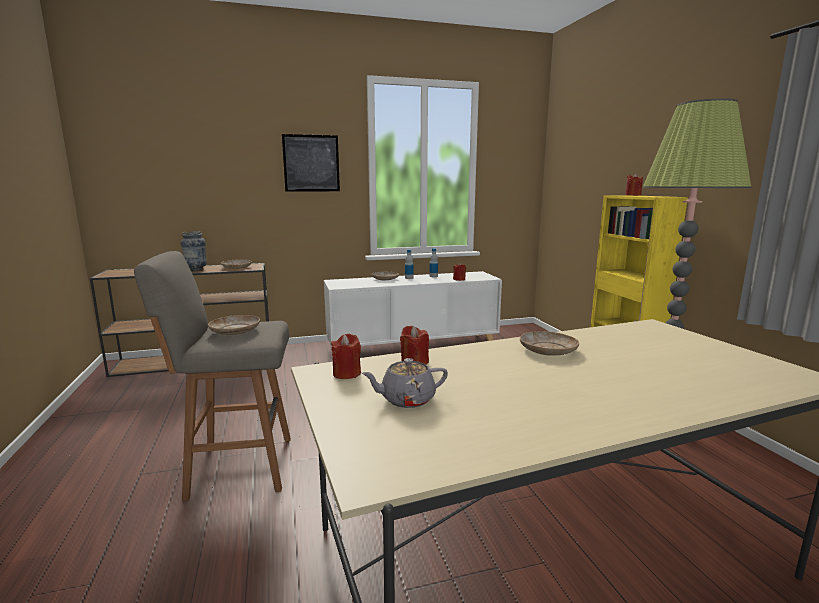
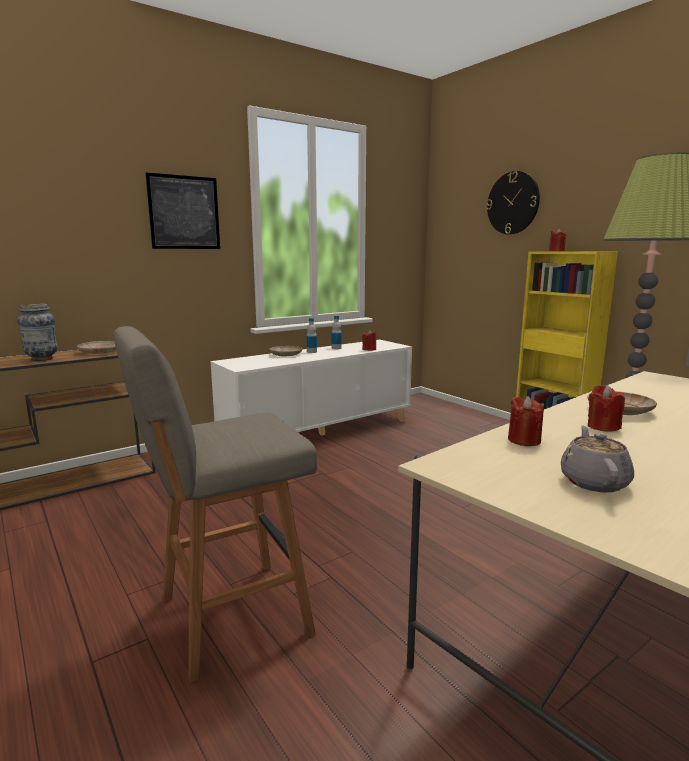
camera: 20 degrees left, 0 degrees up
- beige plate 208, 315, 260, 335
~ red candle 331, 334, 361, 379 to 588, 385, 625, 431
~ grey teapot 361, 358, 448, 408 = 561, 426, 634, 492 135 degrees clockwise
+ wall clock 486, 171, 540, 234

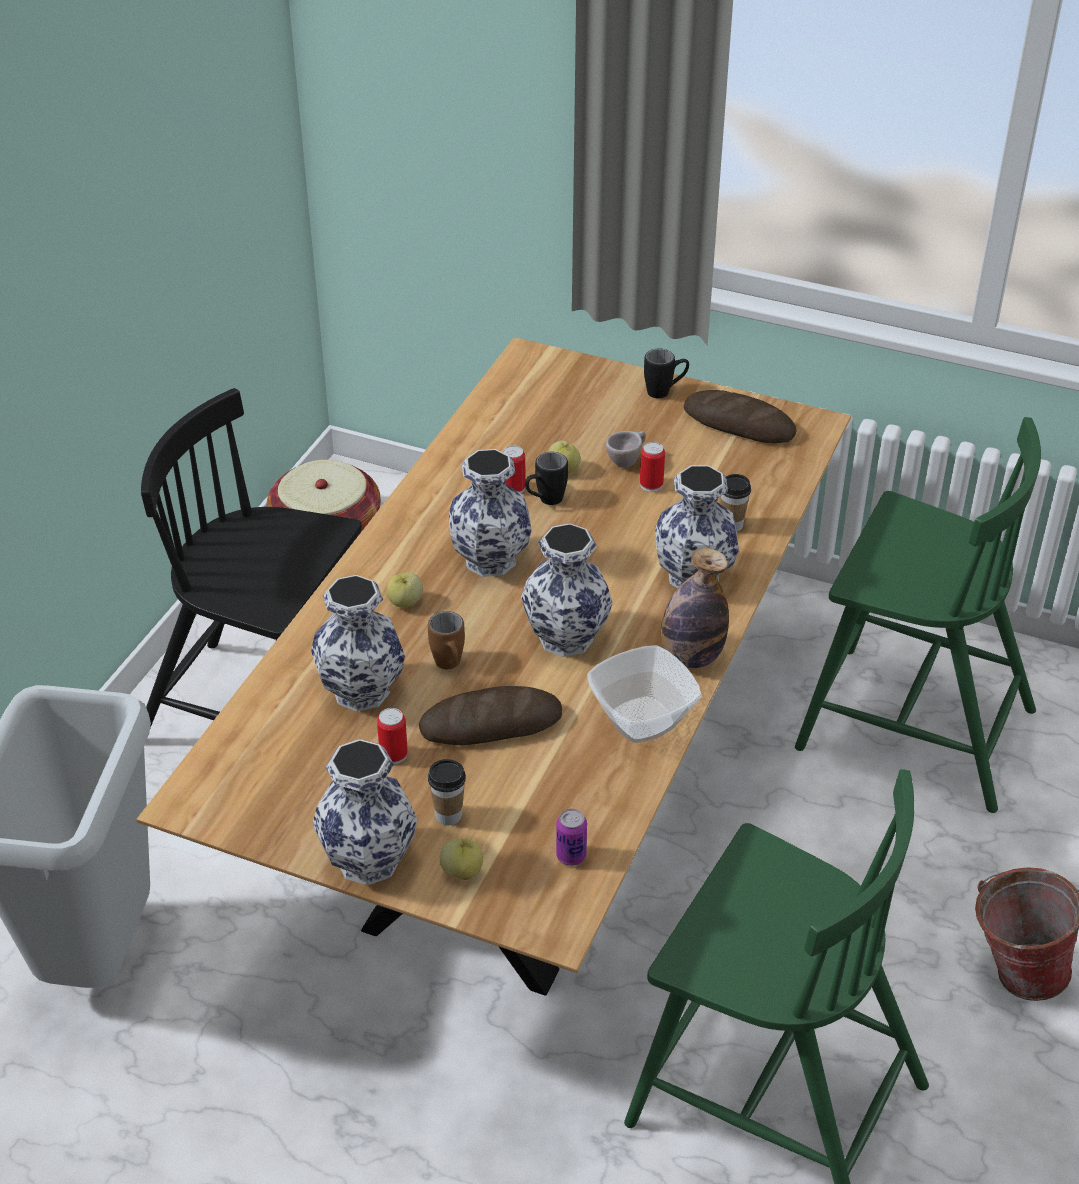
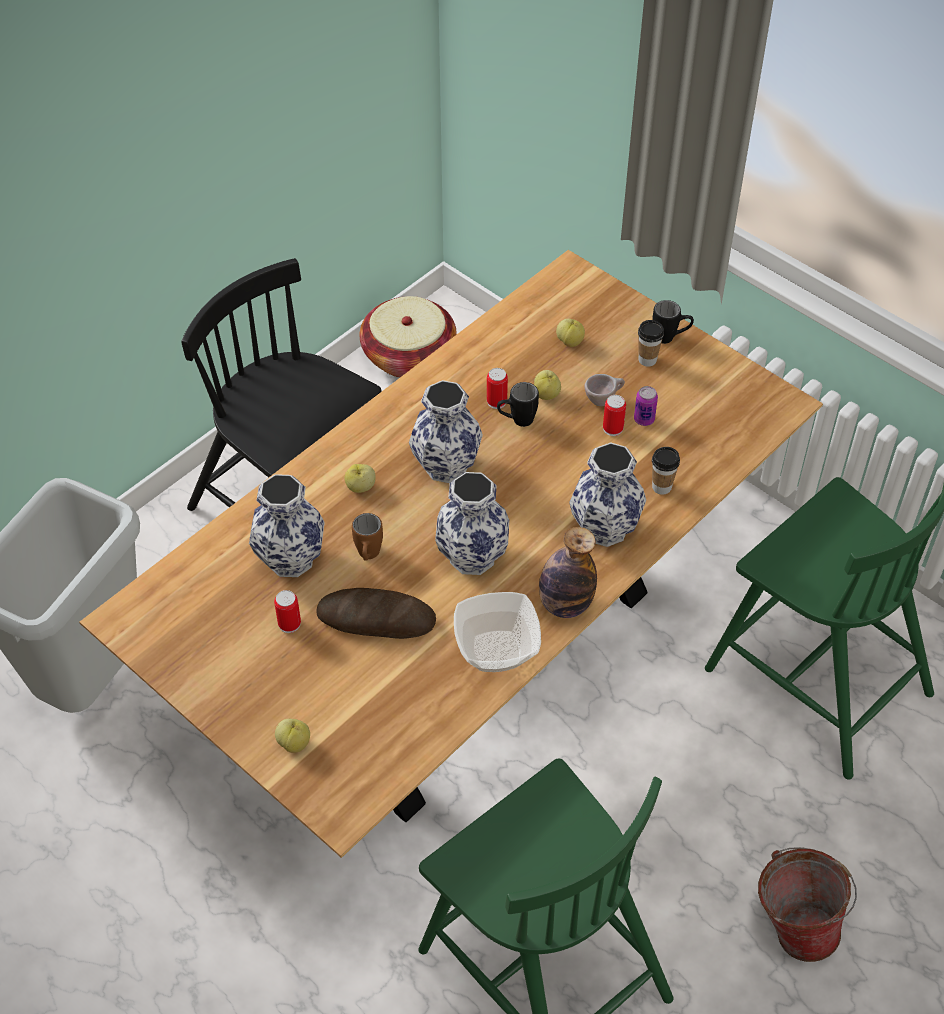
camera: 20 degrees right, 10 degrees up
- bread 684, 390, 797, 443
- vase 313, 739, 418, 885
~ cup 428, 759, 466, 825 to 638, 320, 664, 367
~ can 556, 809, 587, 866 to 634, 386, 658, 426
+ apple 556, 319, 585, 347

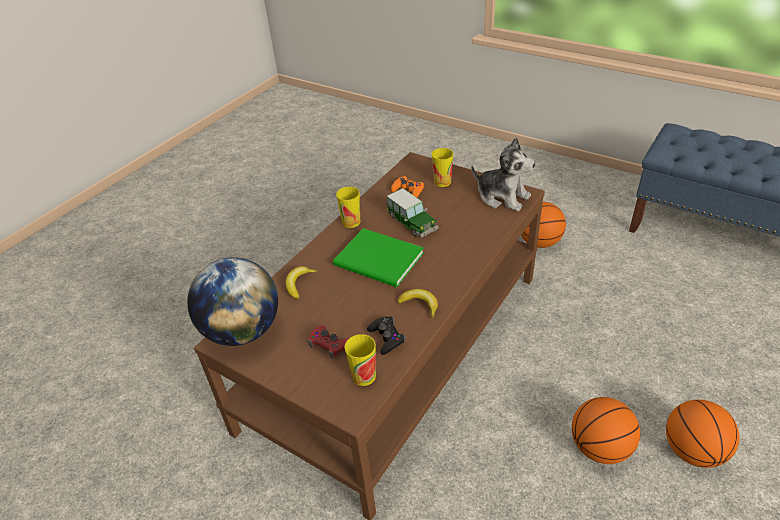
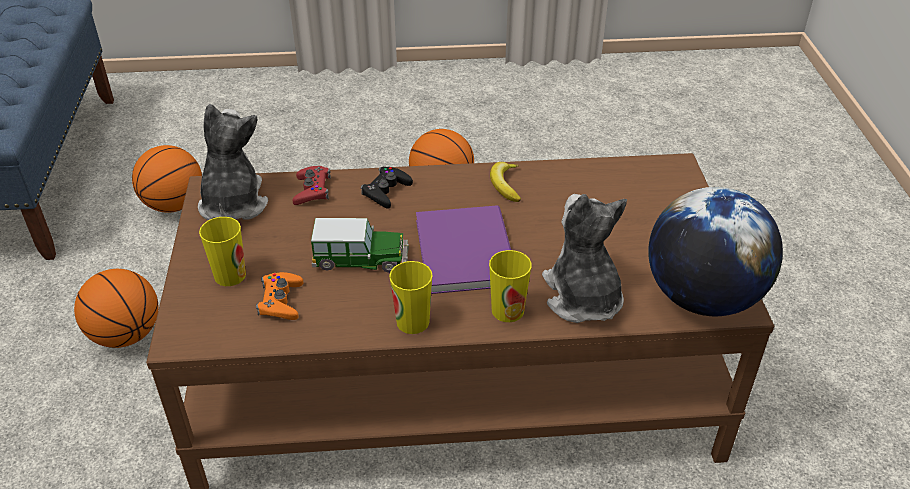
camera: 130 degrees left, 0 degrees up
~ toy car 386, 188, 439, 238 = 311, 218, 409, 273 75 degrees clockwise
~ green book 333, 228, 424, 287 to purple book 416, 205, 511, 294
~ banana 286, 266, 318, 299 to plush toy 542, 194, 627, 323
~ black game controller 367, 317, 406, 355 to 361, 167, 413, 209
~ red game controller 308, 325, 349, 358 to 292, 166, 331, 205
~ cup 344, 334, 376, 386 to 489, 250, 532, 322
~ basketball 666, 400, 739, 468 to 132, 145, 202, 213

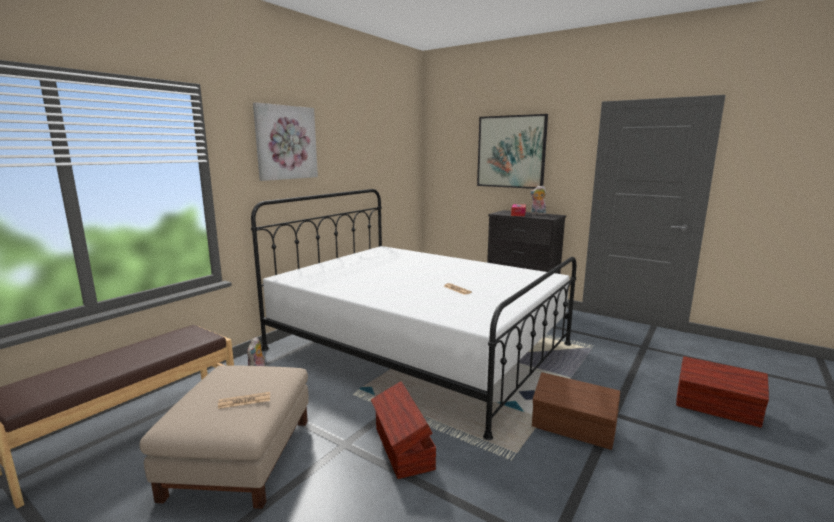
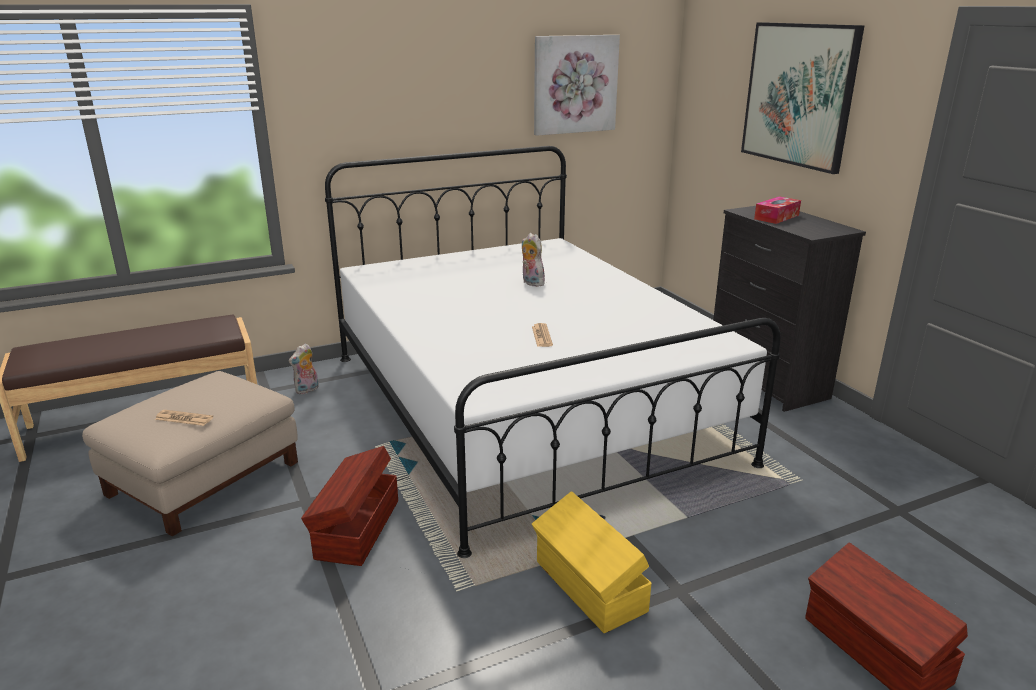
camera: 30 degrees right, 10 degrees up
~ picture 253, 102, 318, 181 to 534, 35, 620, 136
~ plush toy 530, 186, 547, 215 to 522, 233, 545, 287
~ brown storage box 532, 372, 620, 450 to yellow storage box 532, 491, 652, 633

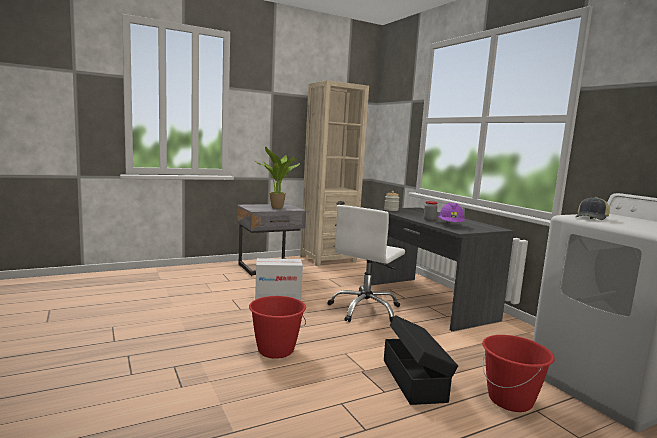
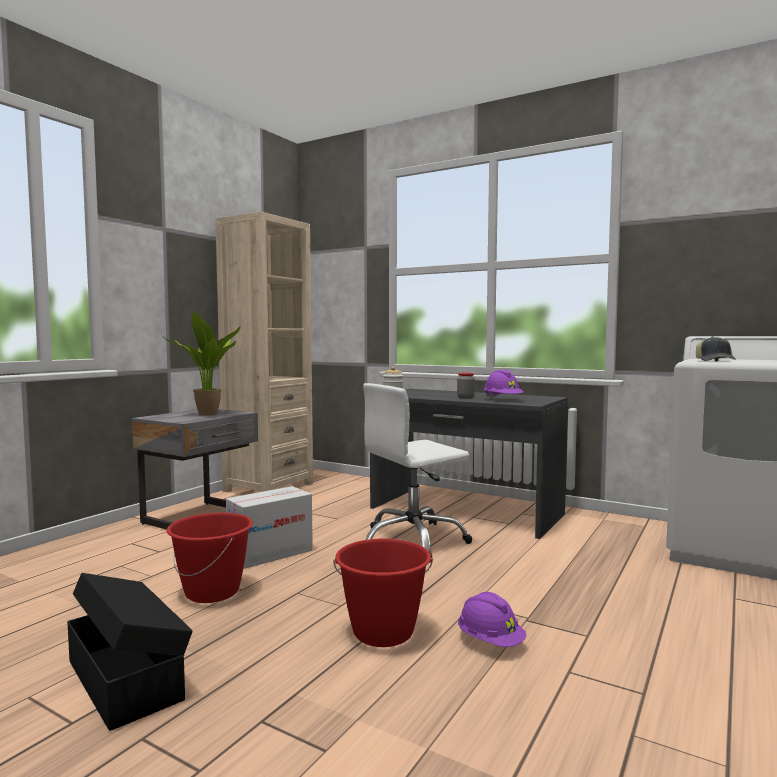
camera: 30 degrees left, 5 degrees down
~ white office chair 327, 205, 405, 322 = 363, 383, 472, 560 60 degrees clockwise
~ black storage box 384, 315, 458, 405 to 67, 573, 192, 731
~ red bucket 482, 335, 555, 412 to 166, 512, 253, 603
+ purple hard hat 458, 592, 526, 647

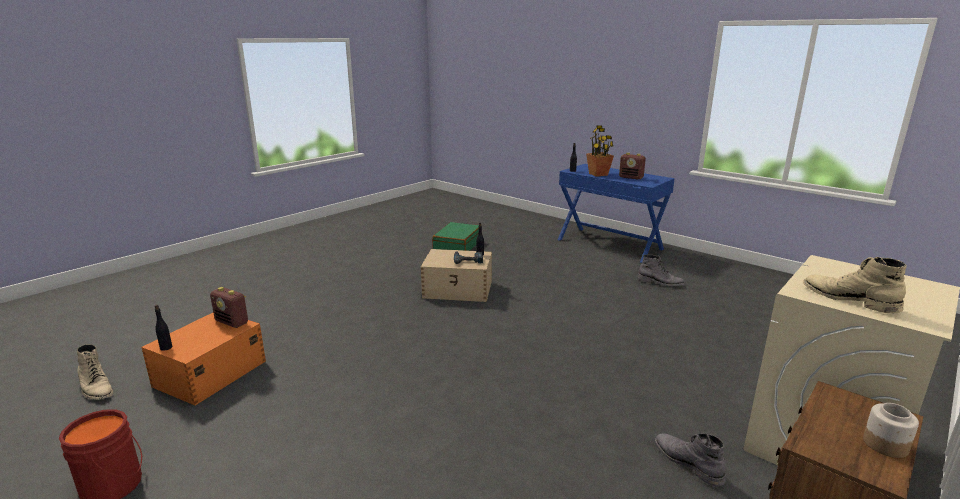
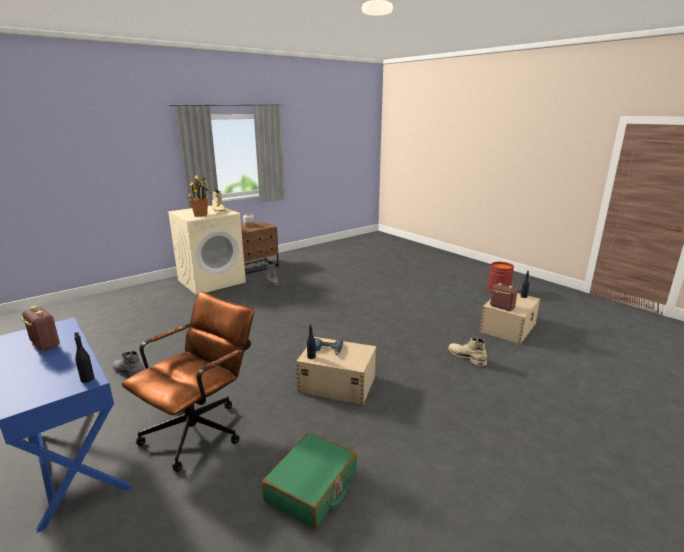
camera: 170 degrees left, 0 degrees up
~ potted plant 586, 126, 614, 177 to 188, 175, 208, 217
~ orange storage box 141, 313, 266, 405 to beige storage box 479, 293, 540, 344
~ beige boot 77, 344, 113, 400 to 448, 338, 487, 366
+ brown office chair 122, 291, 254, 472

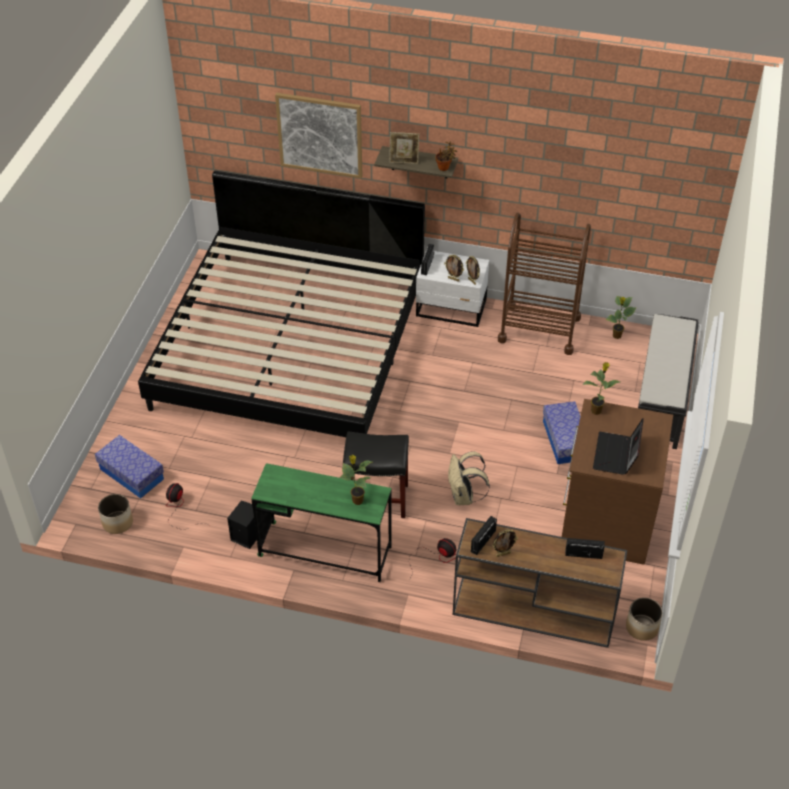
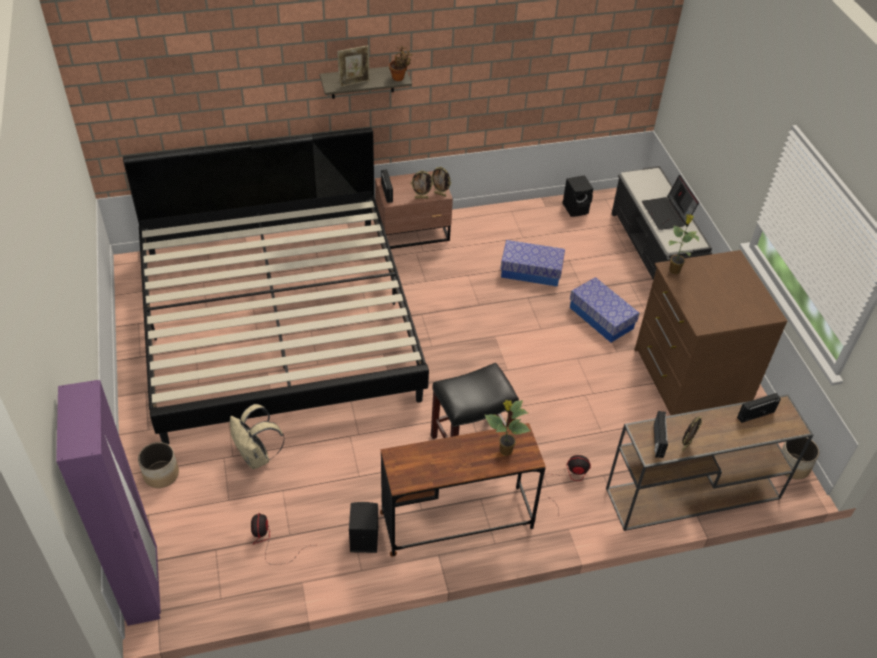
camera: 30 degrees left, 0 degrees up
- picture 275, 93, 362, 178
- brown cart 498, 213, 591, 355
~ white nightstand 416, 251, 489, 327 to brown nightstand 375, 171, 453, 249
~ potted plant 605, 296, 636, 339 to black speaker 563, 175, 593, 217
~ laptop 593, 418, 644, 475 to 642, 175, 699, 230
~ storage box 95, 435, 164, 499 to 500, 240, 565, 287
~ beige backpack 448, 451, 490, 505 to 230, 404, 284, 469
~ green desk 251, 463, 392, 582 to brown desk 380, 423, 546, 557
~ planter 98, 494, 133, 534 to 138, 442, 179, 488
+ purple wardrobe 56, 380, 161, 626

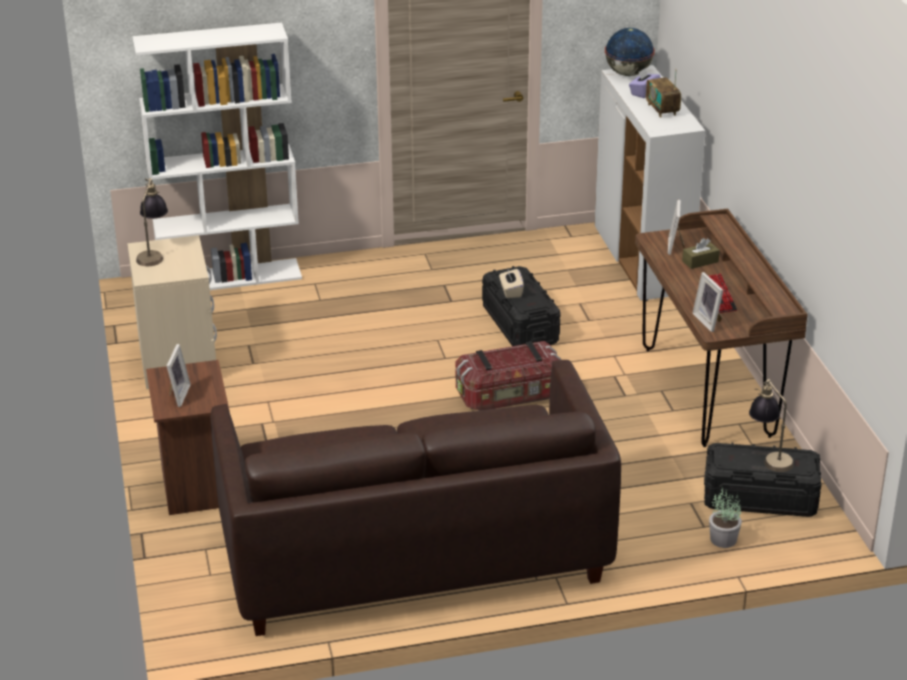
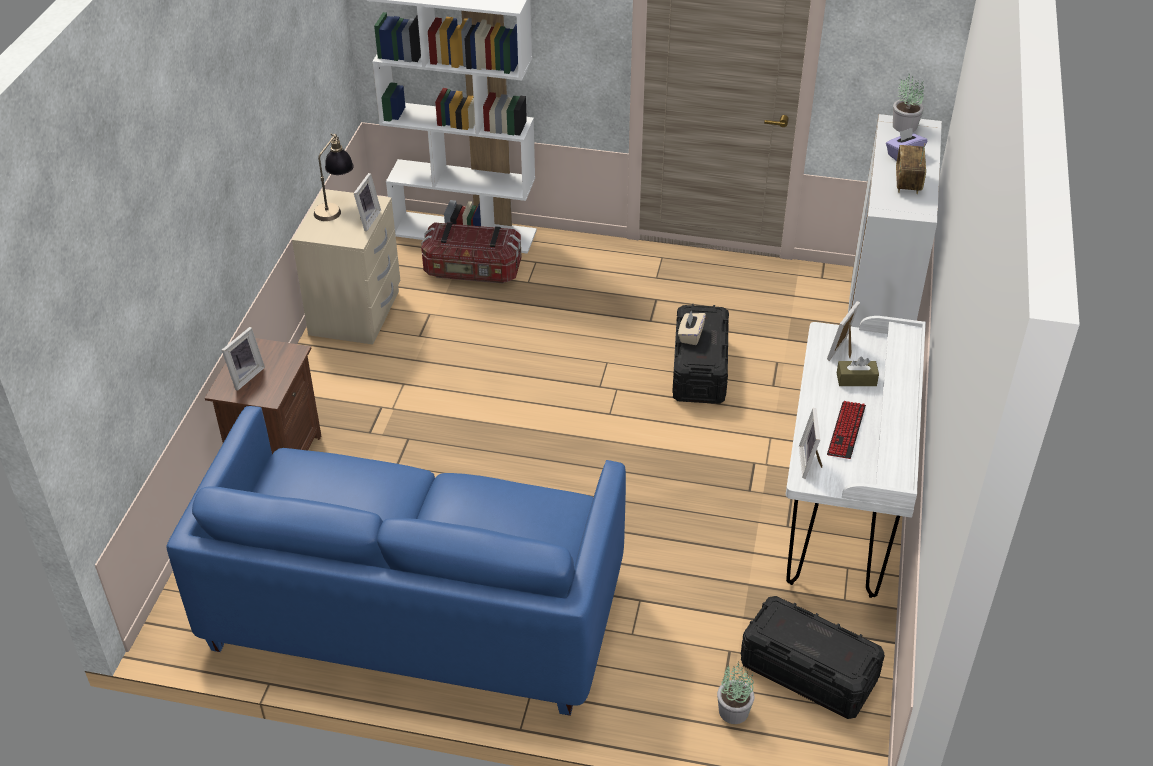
camera: 25 degrees right, 10 degrees up
~ globe 605, 28, 655, 76 to potted plant 893, 73, 924, 132
~ brown desk 635, 209, 808, 447 to white desk 786, 316, 926, 598
~ storage box 456, 341, 561, 411 to 421, 222, 521, 283
~ brown sofa 211, 360, 621, 636 to blue sofa 166, 406, 626, 716
- table lamp 749, 379, 794, 472
+ picture frame 354, 173, 381, 231

